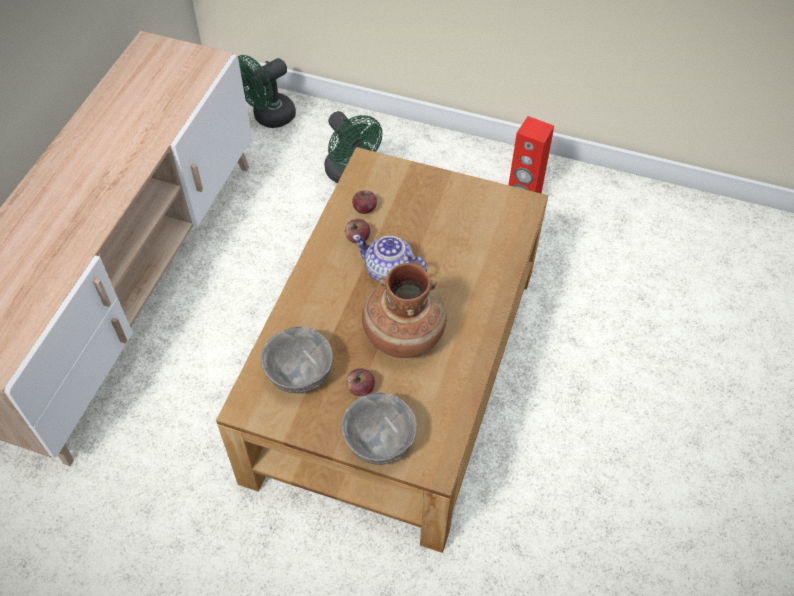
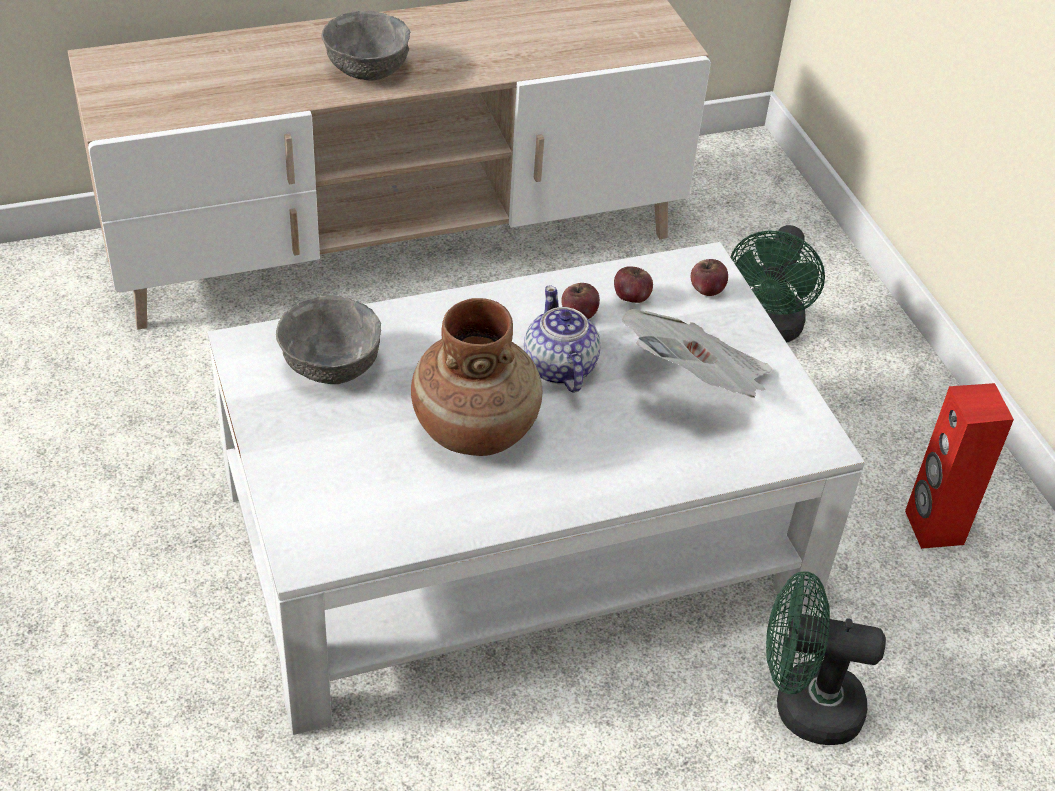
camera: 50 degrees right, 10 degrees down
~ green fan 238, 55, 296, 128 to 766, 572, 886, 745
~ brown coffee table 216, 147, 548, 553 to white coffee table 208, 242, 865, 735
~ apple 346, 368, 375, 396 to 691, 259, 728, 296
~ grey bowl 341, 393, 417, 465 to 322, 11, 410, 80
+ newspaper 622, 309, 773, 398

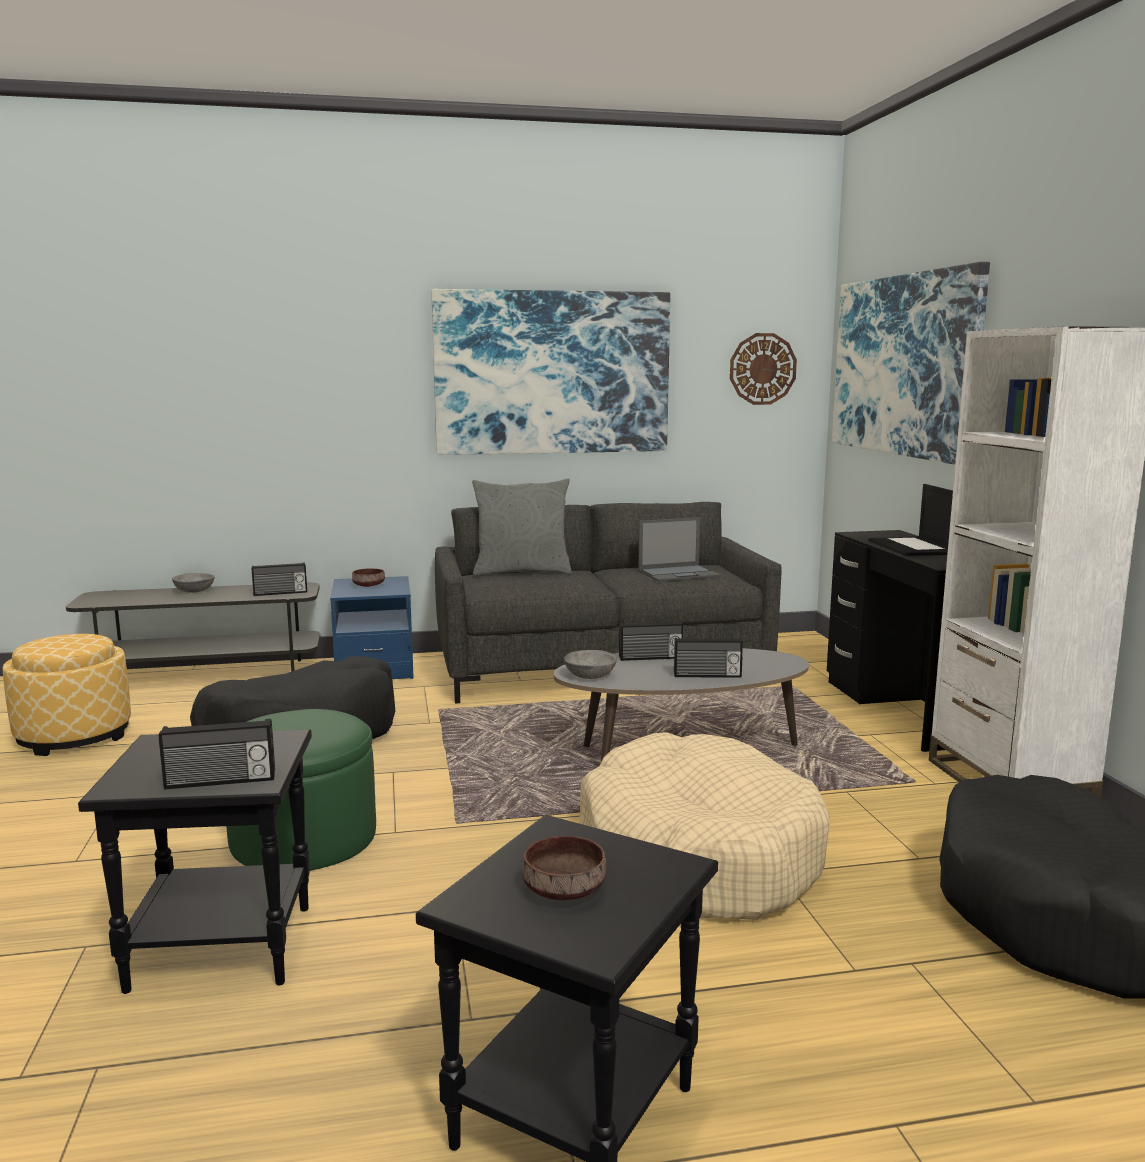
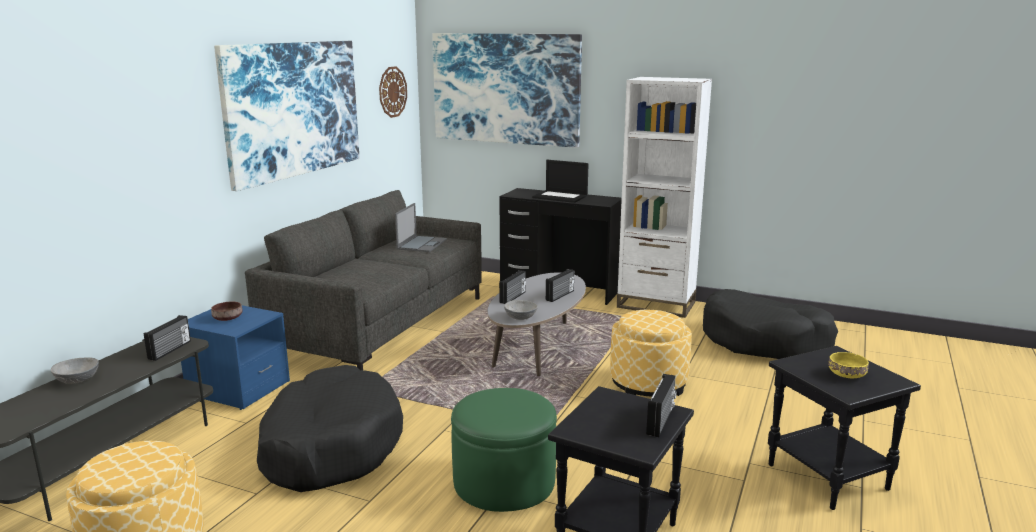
camera: 55 degrees left, 5 degrees up
- grey pillow 472, 478, 572, 576
~ beige dog bed 580, 732, 830, 920 to ottoman 610, 310, 692, 397
~ brown bowl 522, 836, 606, 900 to yellow bowl 829, 352, 869, 378

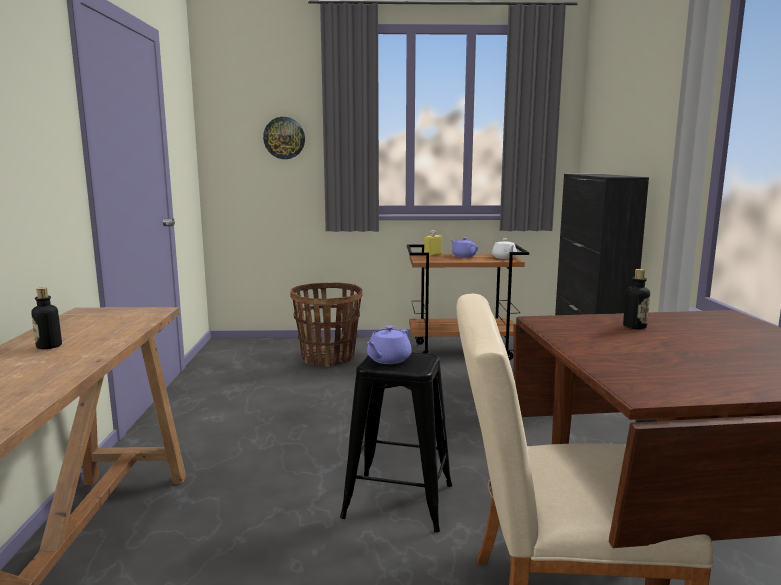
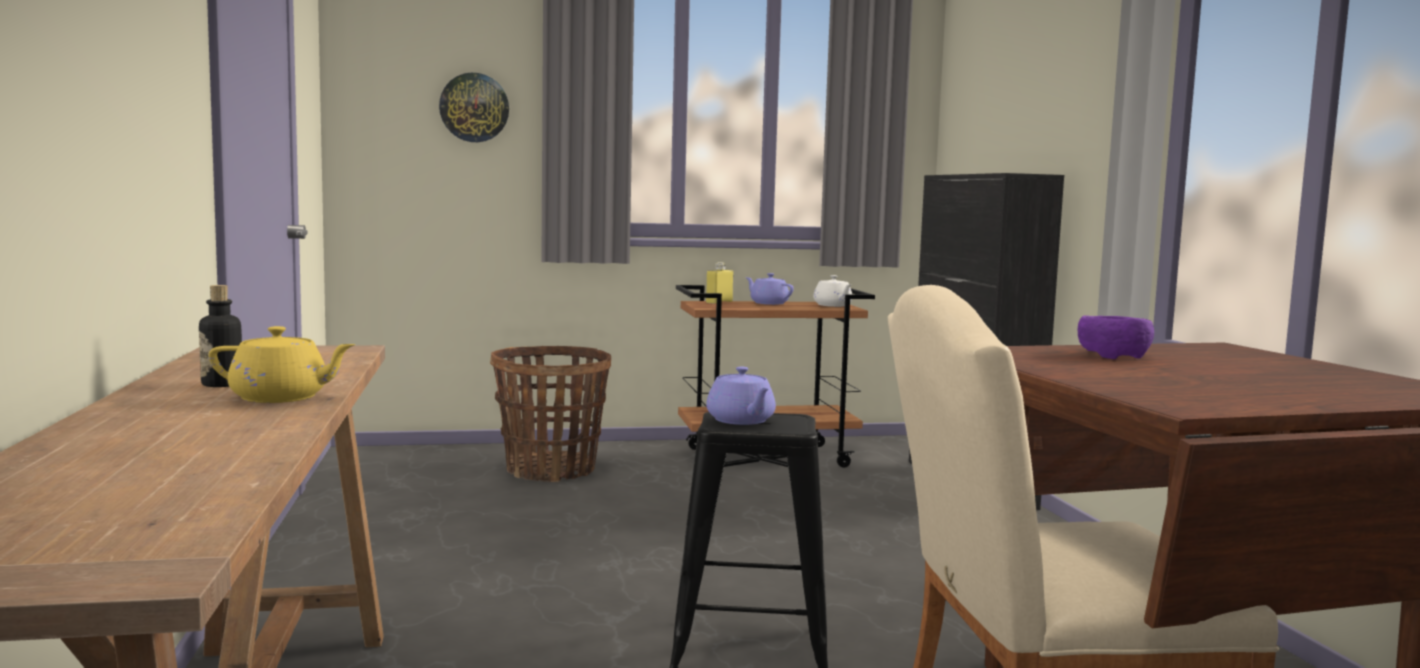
camera: 10 degrees left, 5 degrees down
~ bottle 623, 269, 650, 329 to purple bowl 1078, 315, 1154, 359
~ purple teapot 367, 326, 412, 364 = 706, 367, 776, 425 45 degrees counterclockwise
+ yellow teapot 209, 326, 356, 403

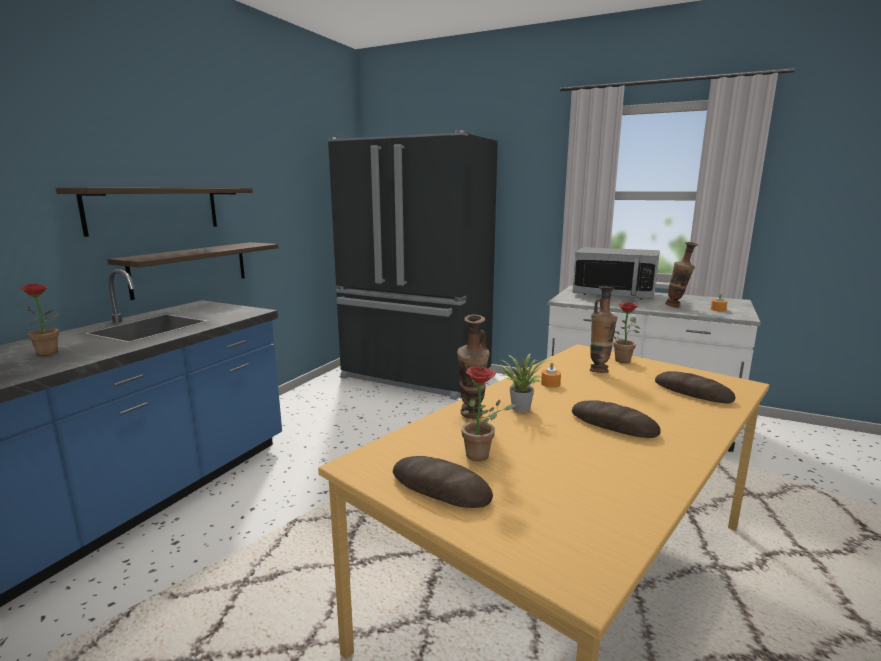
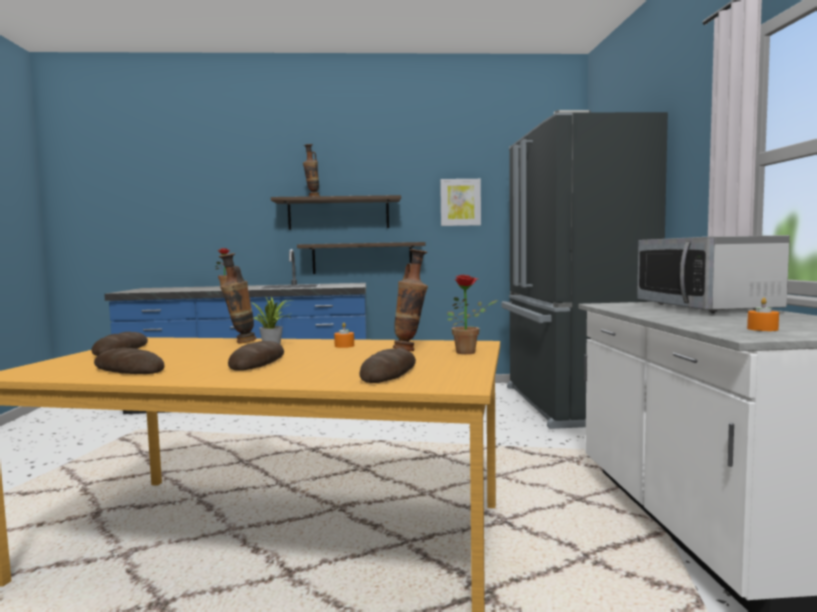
camera: 60 degrees right, 10 degrees down
~ vase 665, 242, 698, 307 to 303, 144, 320, 196
- potted plant 459, 366, 516, 461
+ picture 440, 179, 481, 226
+ bread 94, 348, 165, 374

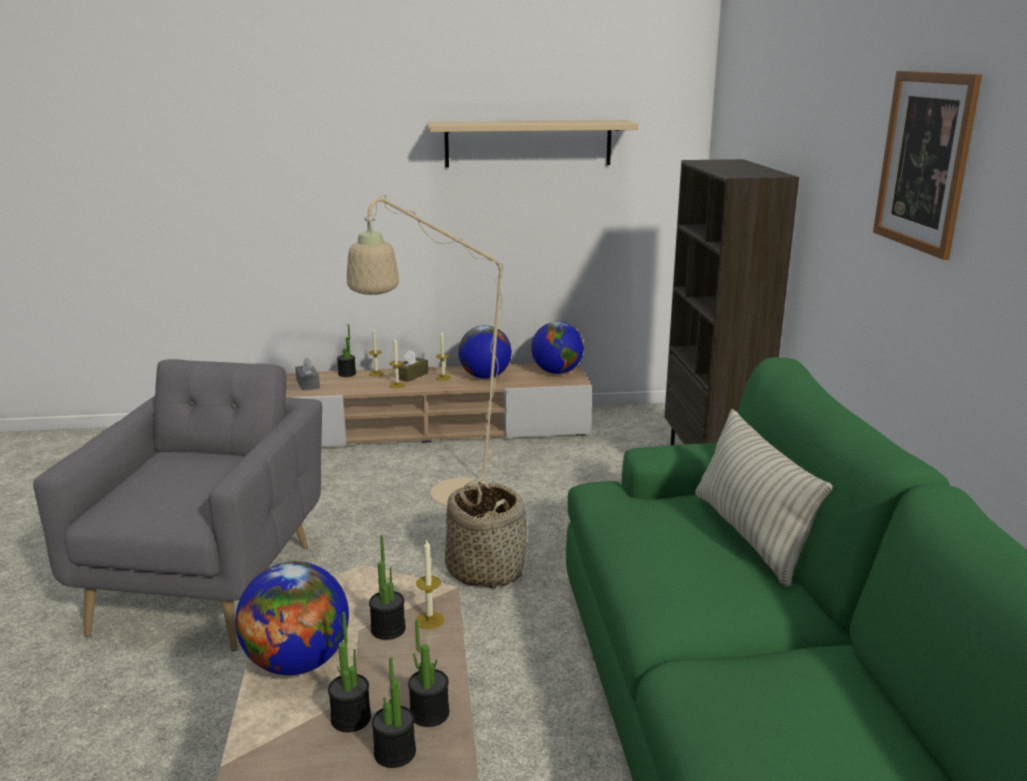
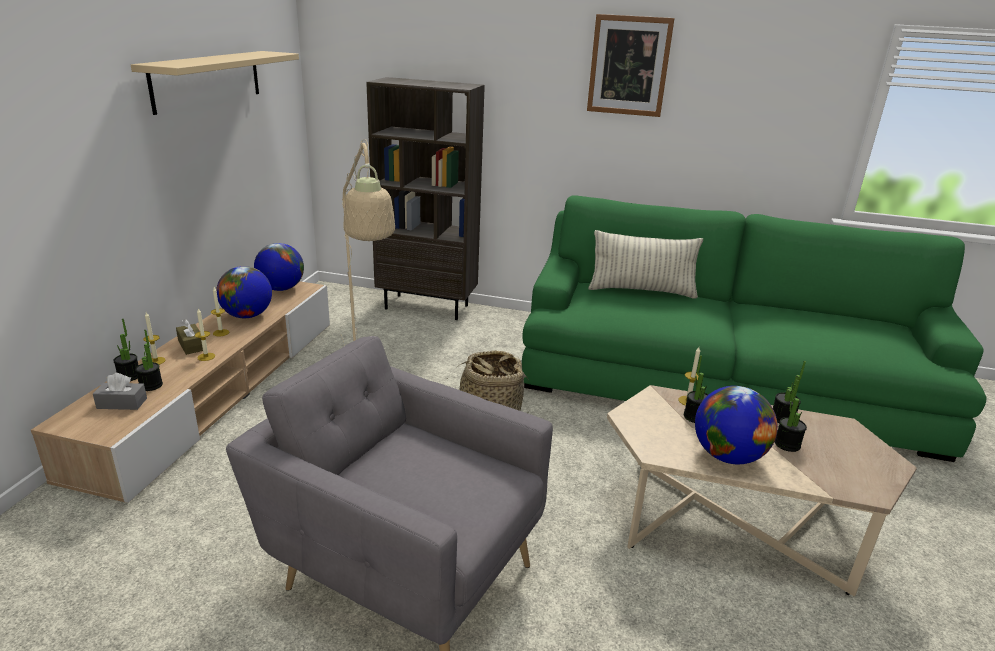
camera: 70 degrees left, 5 degrees up
~ potted plant 372, 657, 416, 768 to 135, 330, 163, 391

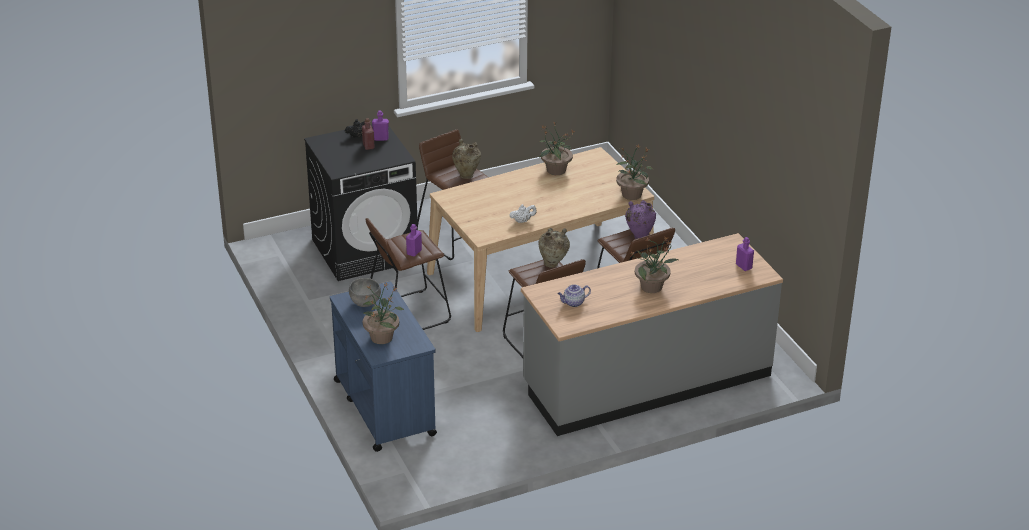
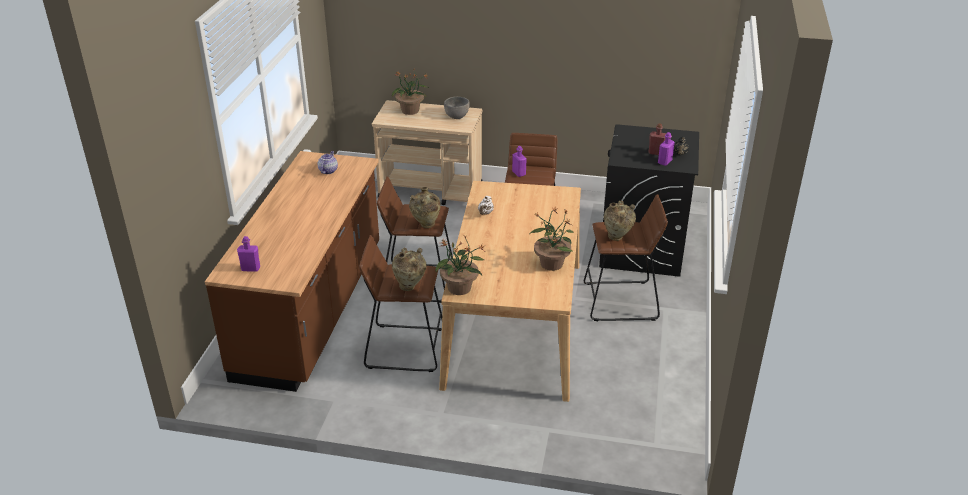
camera: 125 degrees right, 0 degrees up
~ purple vase 625, 200, 656, 239 to beige vase 392, 248, 426, 291
~ grey counter 521, 233, 783, 436 to brown counter 205, 151, 379, 392
- potted plant 629, 237, 680, 293
~ blue cart 330, 281, 437, 452 to beige cart 372, 100, 482, 205

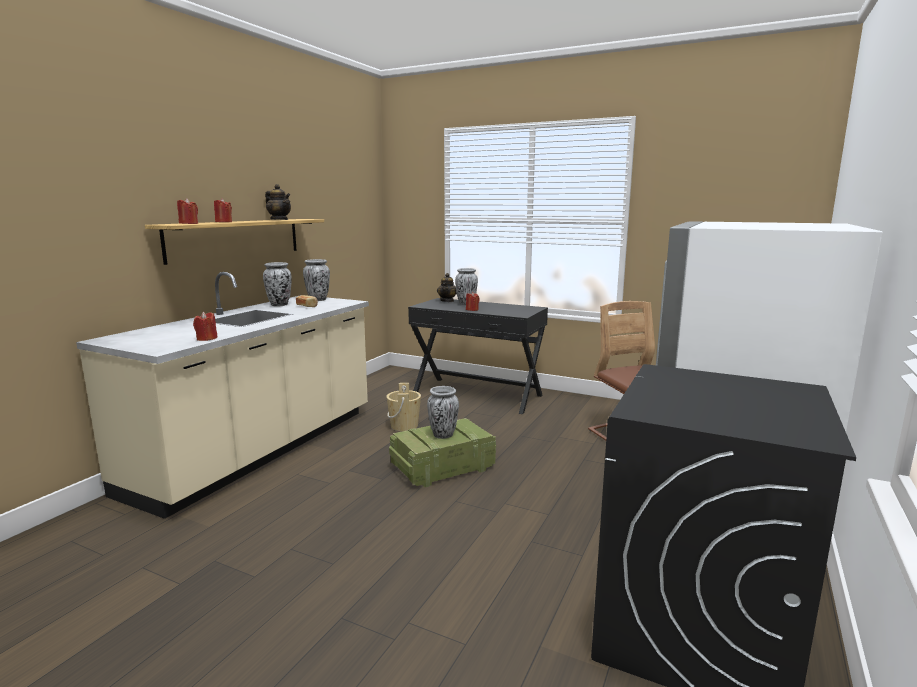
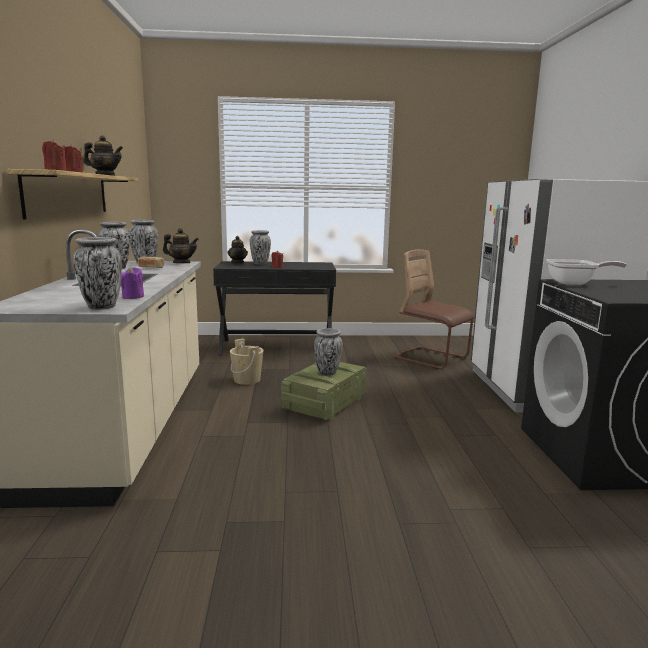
camera: 30 degrees left, 0 degrees up
~ red candle 193, 312, 218, 341 to purple candle 121, 266, 144, 299
+ teapot 163, 228, 199, 263
+ vase 73, 237, 122, 310
+ frying pan 546, 259, 626, 285

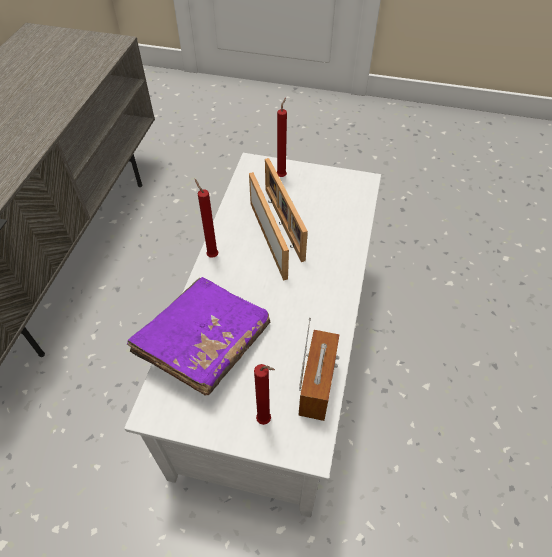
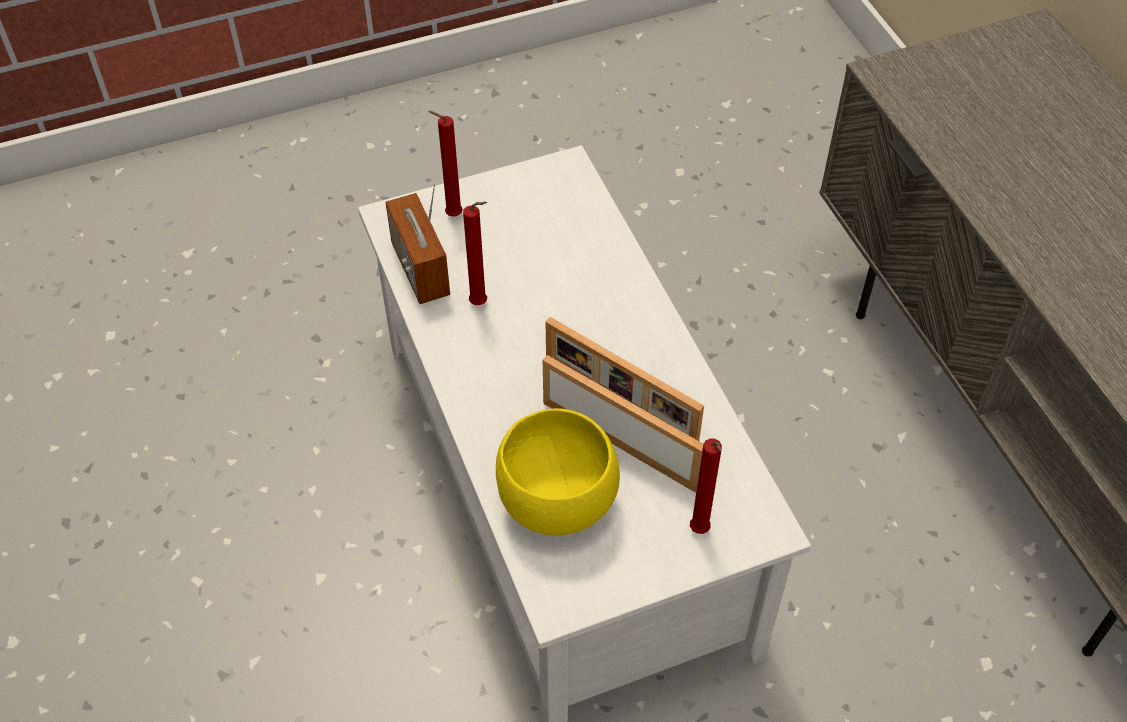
camera: 145 degrees right, 0 degrees up
~ red candle 195, 179, 219, 258 to 463, 201, 487, 305
- purple book 127, 277, 270, 395
+ yellow bowl 496, 408, 620, 536

